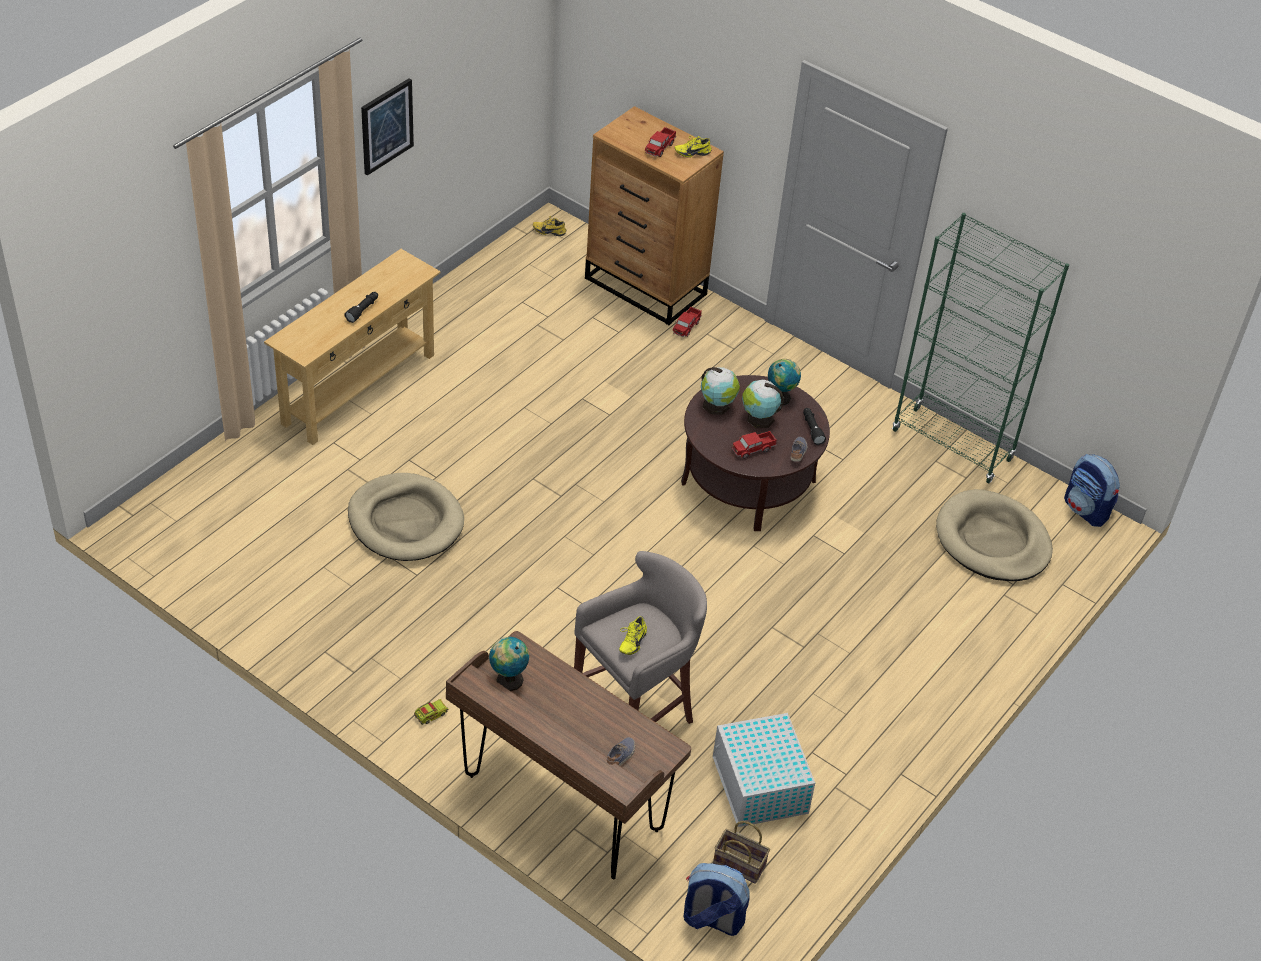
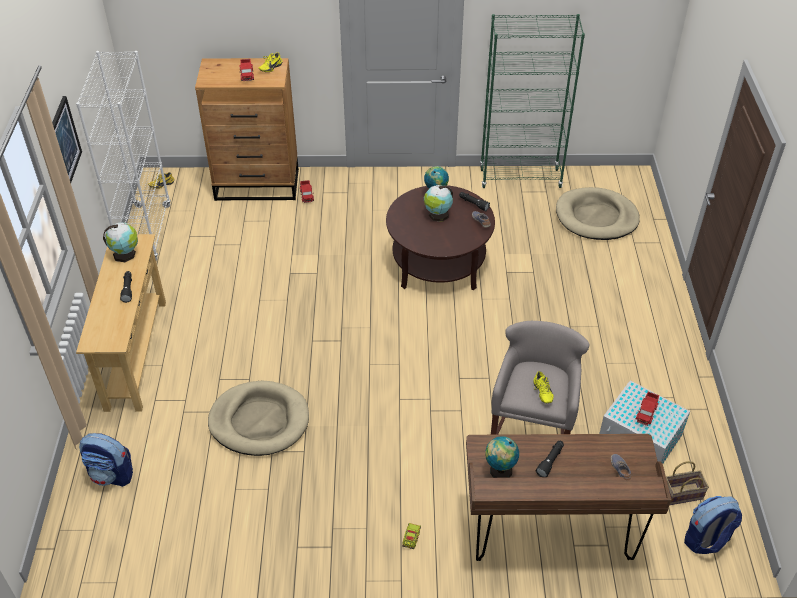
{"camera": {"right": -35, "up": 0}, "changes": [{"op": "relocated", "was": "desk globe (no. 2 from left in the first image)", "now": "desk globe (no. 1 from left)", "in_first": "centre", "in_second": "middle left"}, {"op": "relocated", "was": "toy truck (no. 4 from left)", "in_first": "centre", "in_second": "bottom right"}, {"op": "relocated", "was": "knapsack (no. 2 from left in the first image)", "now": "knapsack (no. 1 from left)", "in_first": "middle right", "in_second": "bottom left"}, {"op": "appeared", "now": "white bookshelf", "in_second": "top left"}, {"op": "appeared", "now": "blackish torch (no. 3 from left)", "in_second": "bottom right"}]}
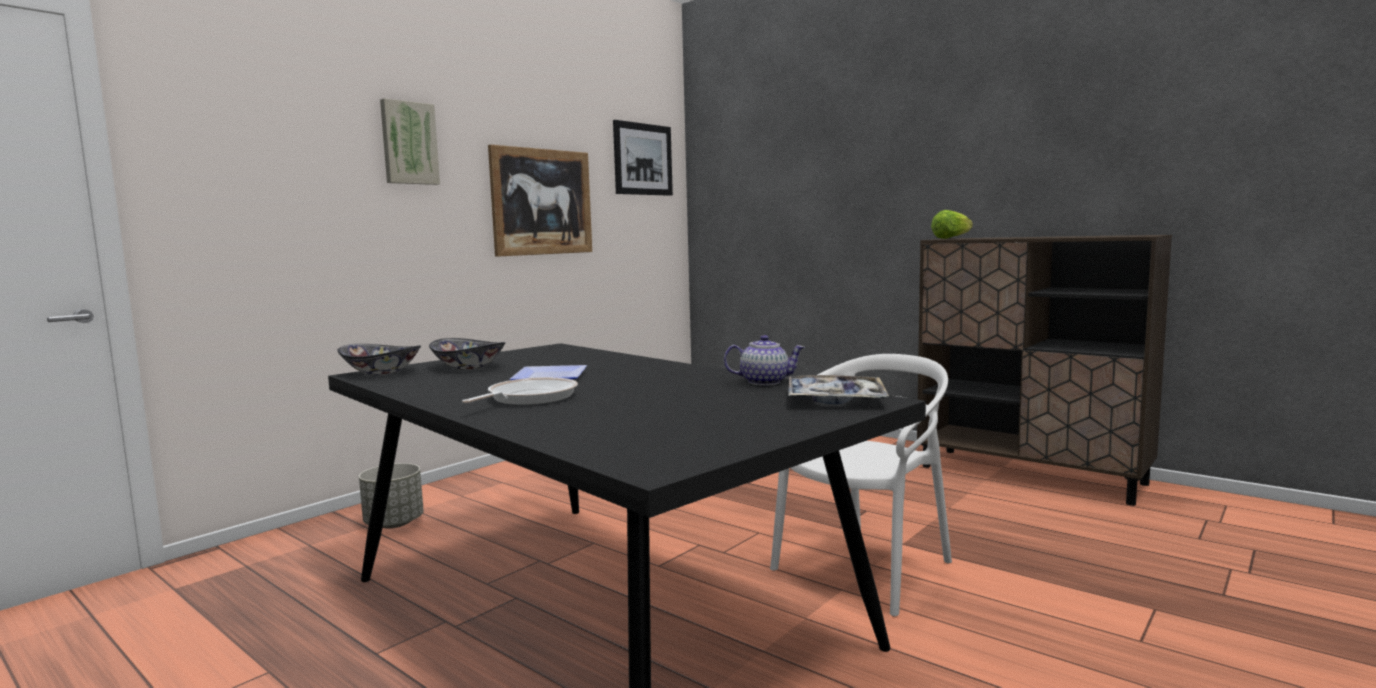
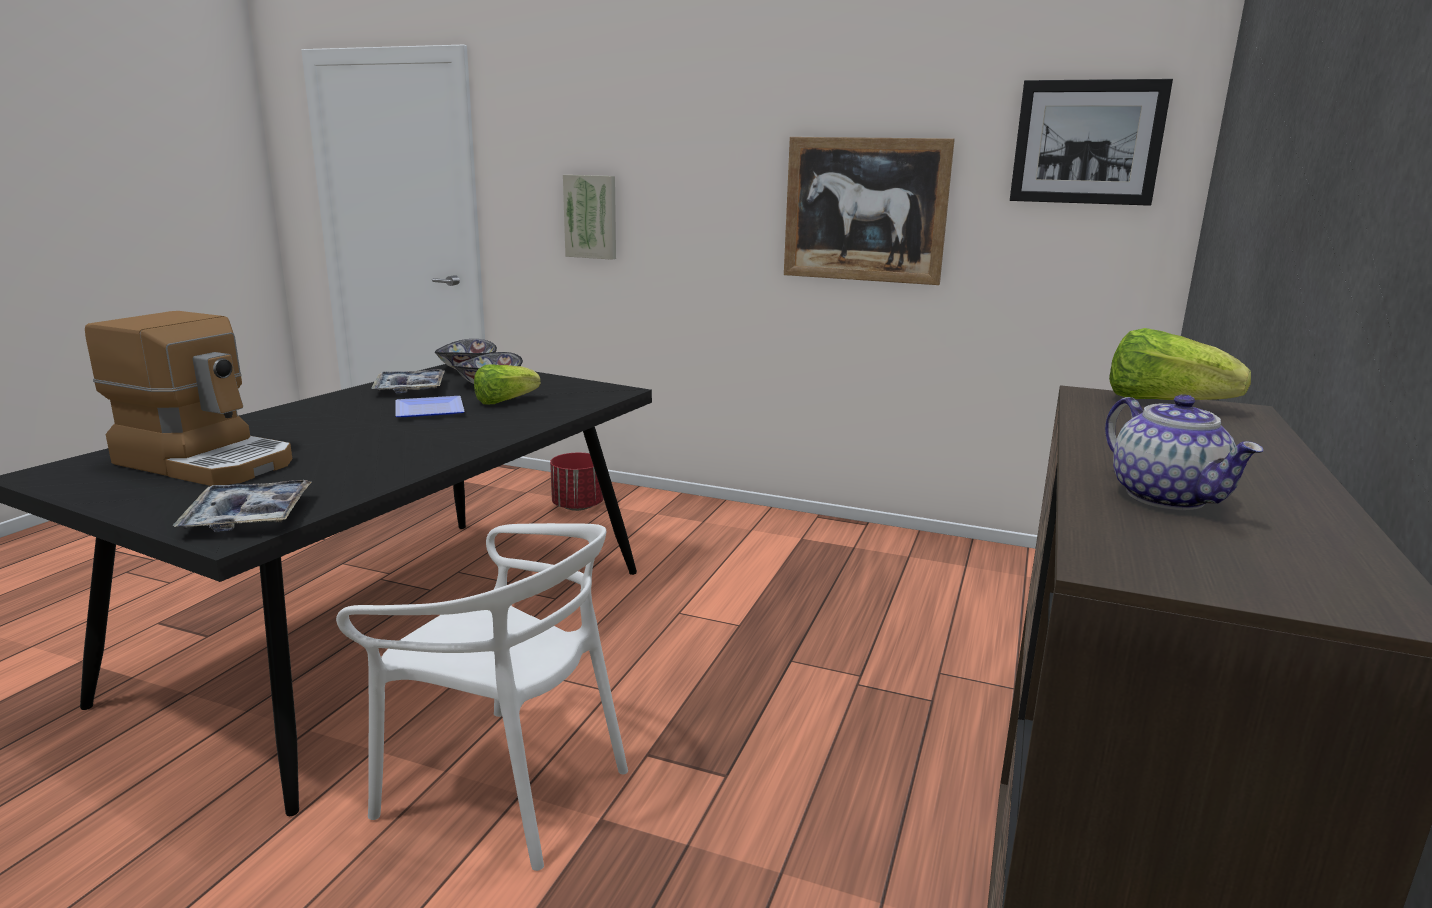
{"camera": {"right": 70, "up": 10}, "changes": [{"op": "colour", "was": "greyish plant pot", "now": "reddish plant pot", "in_first": "bottom left", "in_second": "centre"}, {"op": "relocated", "was": "wall art (no. 1 from left)", "in_first": "top left", "in_second": "top centre"}, {"op": "missing", "was": "skillet", "in_first": "centre"}, {"op": "relocated", "was": "teapot", "in_first": "centre", "in_second": "middle right"}, {"op": "appeared", "now": "coffee brewer", "in_second": "middle left"}, {"op": "appeared", "now": "tray (no. 2 from left)", "in_second": "middle left"}, {"op": "appeared", "now": "lettuce (no. 1 from left)", "in_second": "centre"}]}
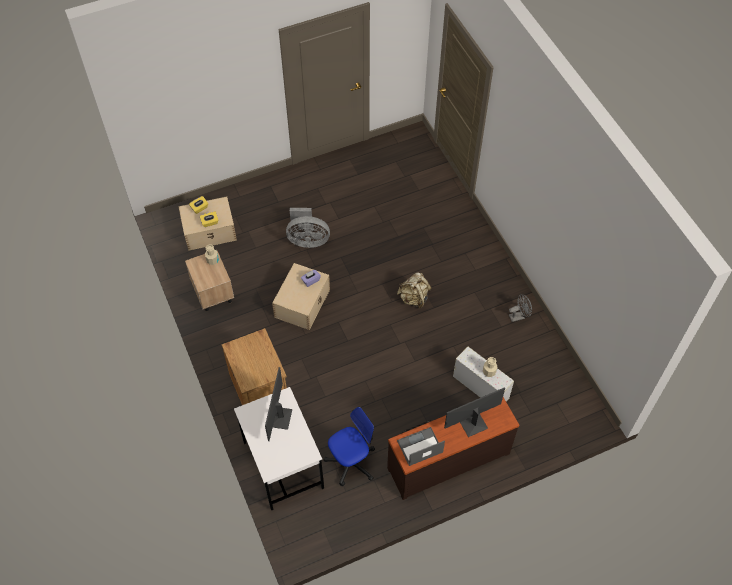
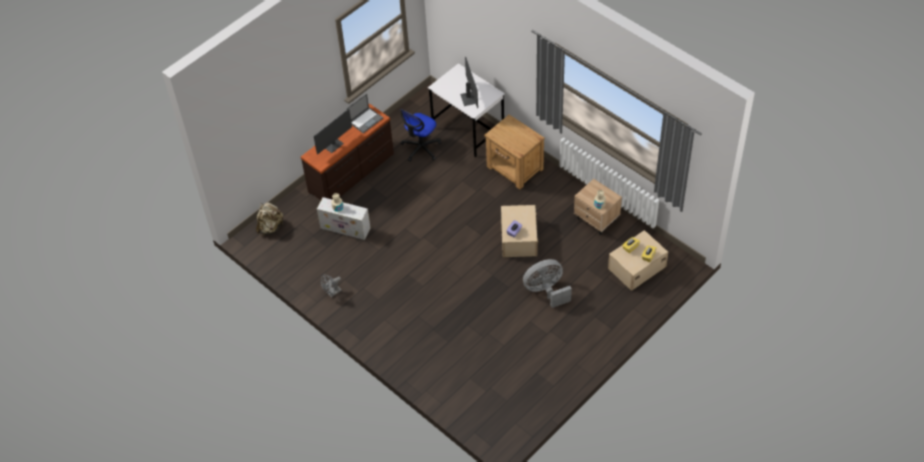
{"camera": {"right": 160, "up": -5}, "changes": [{"op": "relocated", "was": "beige-coloured knapsack", "in_first": "centre", "in_second": "middle left"}]}
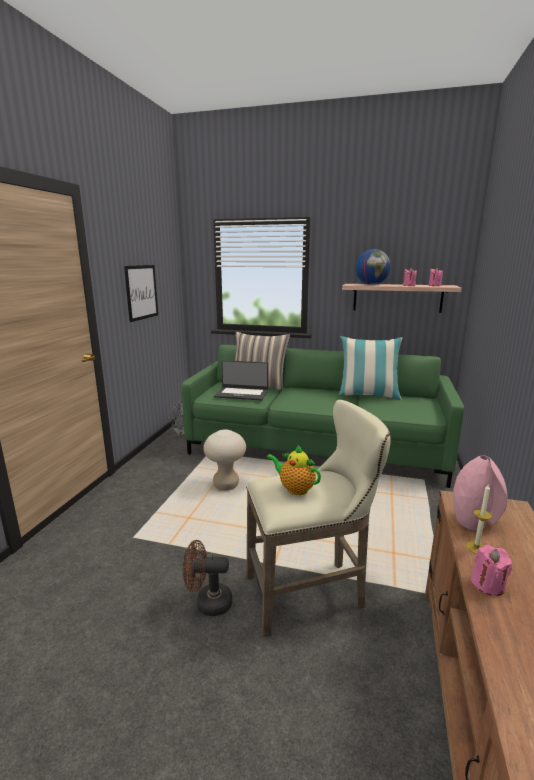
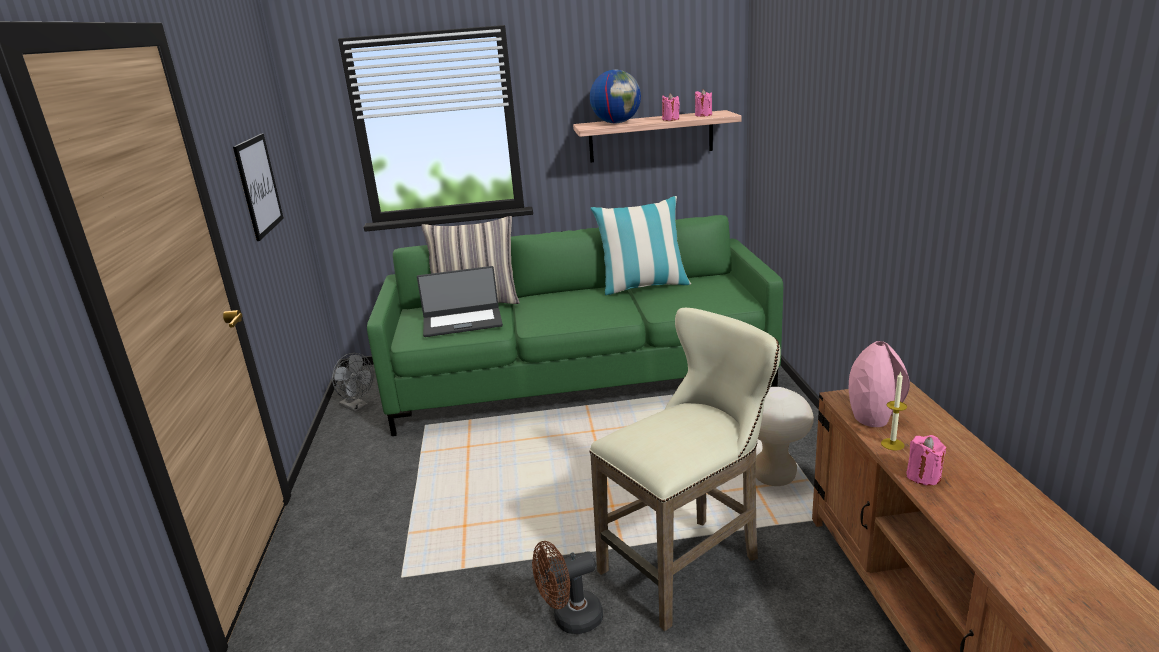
{"camera": {"right": -20, "up": 5}, "changes": [{"op": "relocated", "was": "beige-coloured stool seat (no. 1 from left in the first image)", "now": "beige-coloured stool seat (no. 2 from left)", "in_first": "centre", "in_second": "bottom right"}, {"op": "missing", "was": "teapot", "in_first": "centre"}]}
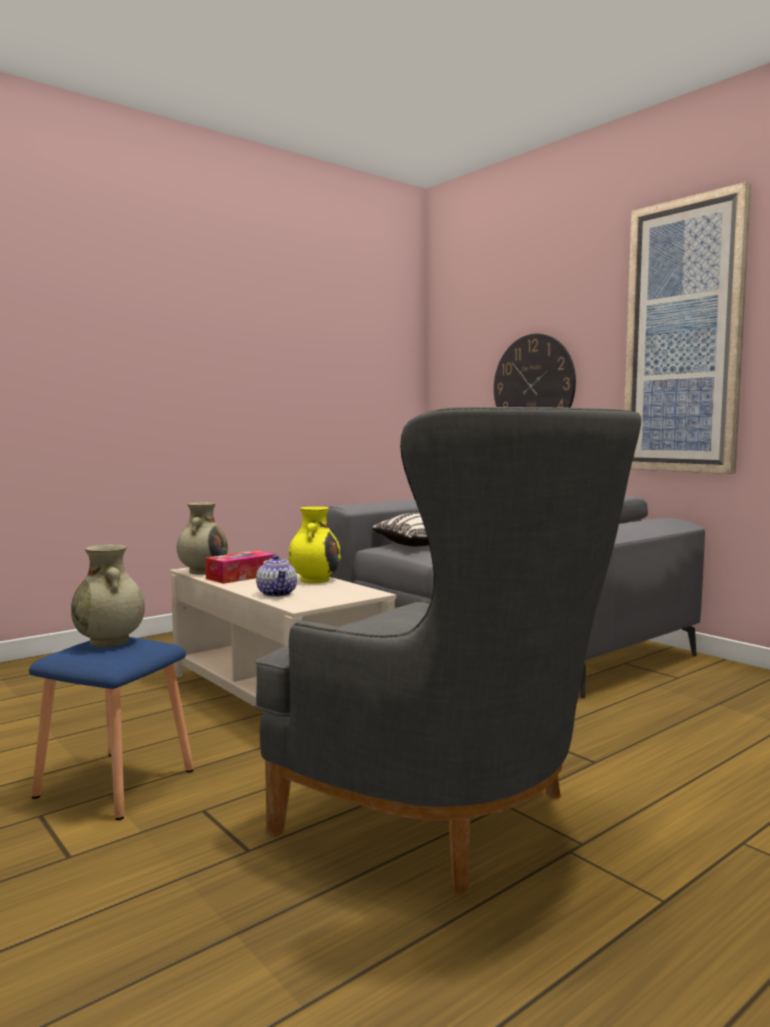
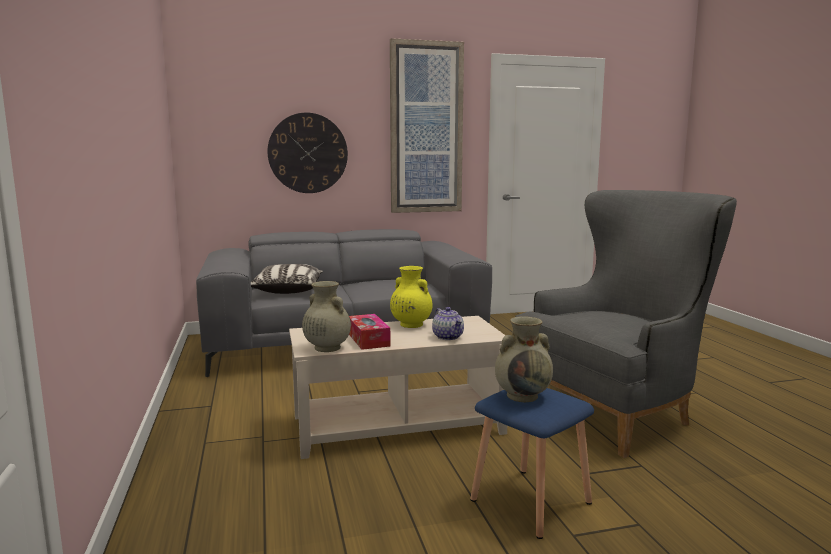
{"camera": {"right": -65, "up": 5}, "changes": [{"op": "spun", "was": "teapot", "in_first": "centre", "in_second": "centre", "clockwise": 60}]}
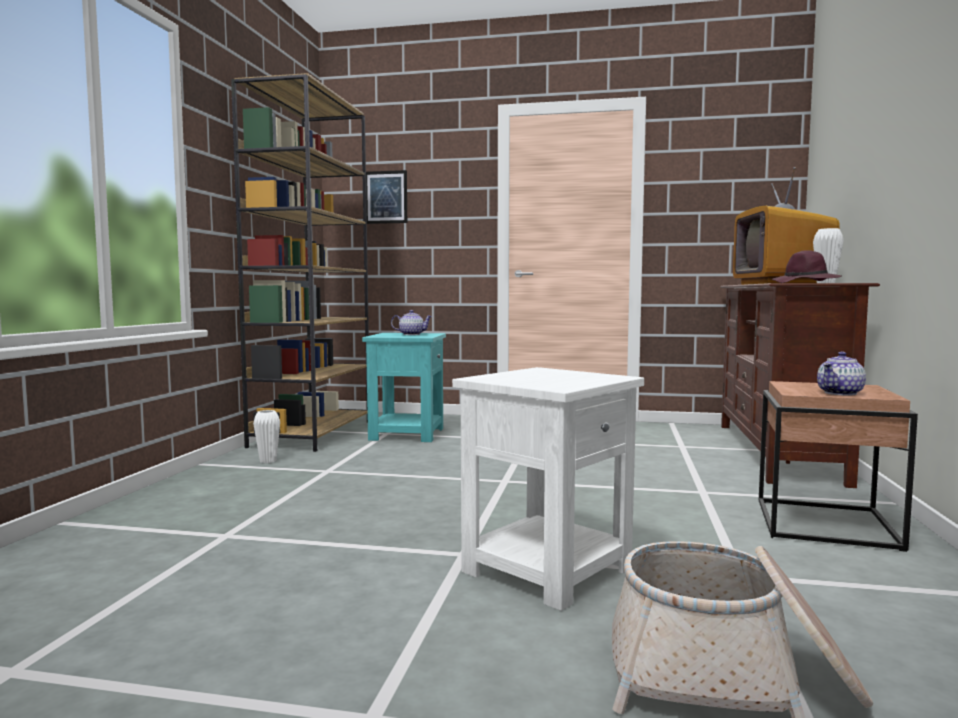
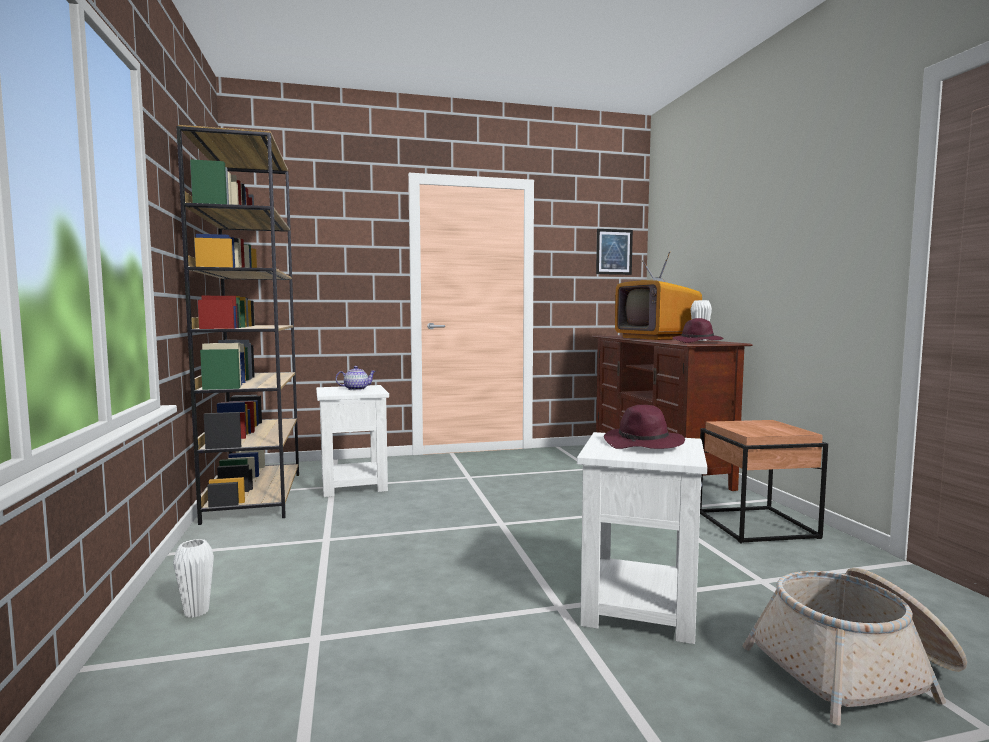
{"camera": {"right": -25, "up": 0}, "changes": [{"op": "relocated", "was": "white vase (no. 1 from left)", "in_first": "middle left", "in_second": "bottom left"}, {"op": "colour", "was": "turquoise-coloured accent table", "now": "white accent table (no. 1 from left)", "in_first": "centre", "in_second": "centre"}, {"op": "relocated", "was": "wall art", "in_first": "top centre", "in_second": "centre"}, {"op": "missing", "was": "teapot (no. 2 from left)", "in_first": "middle right"}, {"op": "appeared", "now": "purplish hat (no. 1 from left)", "in_second": "centre"}]}
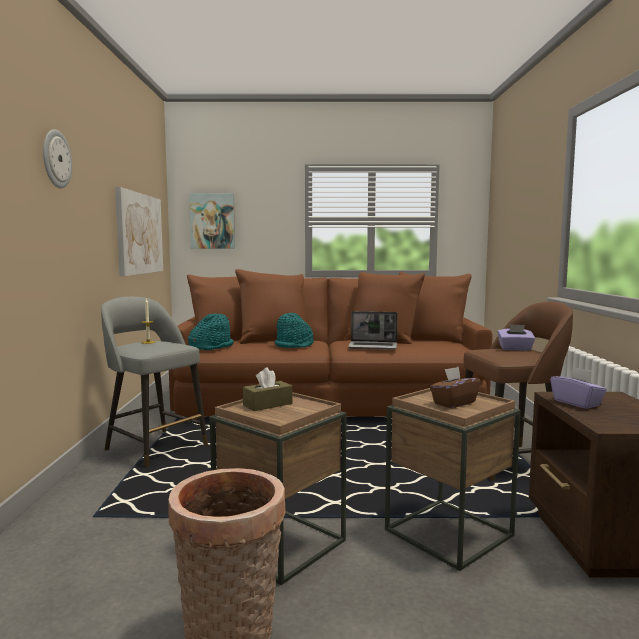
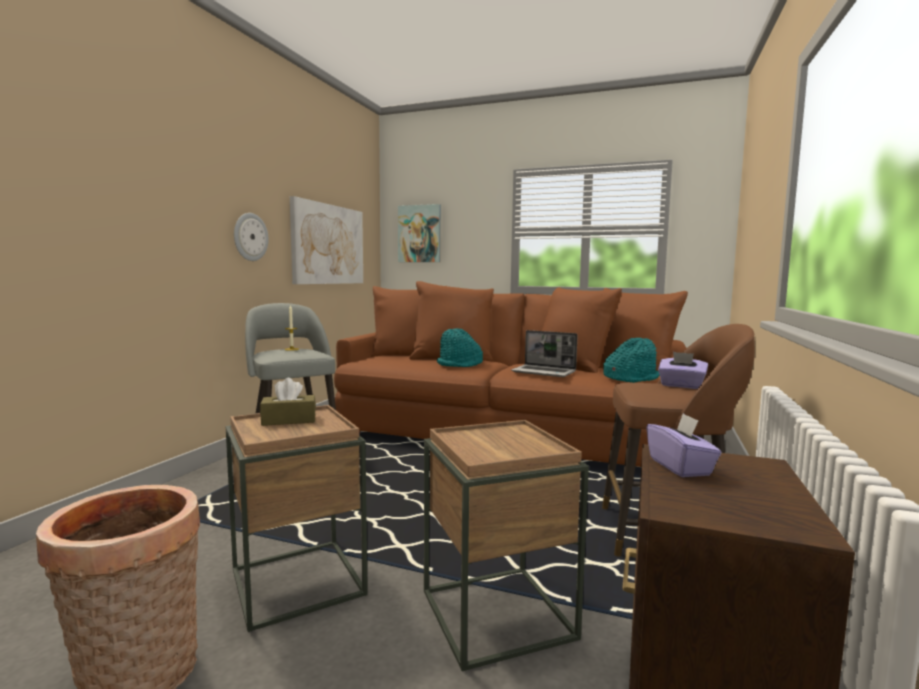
{"camera": {"right": 20, "up": 0}, "changes": [{"op": "relocated", "was": "clock on the wall", "in_first": "top left", "in_second": "middle left"}, {"op": "relocated", "was": "turquoise-coloured hat (no. 1 from left in the first image)", "now": "turquoise-coloured hat (no. 2 from left)", "in_first": "middle left", "in_second": "middle right"}, {"op": "missing", "was": "brownish box of tissues (no. 2 from left)", "in_first": "middle right"}]}
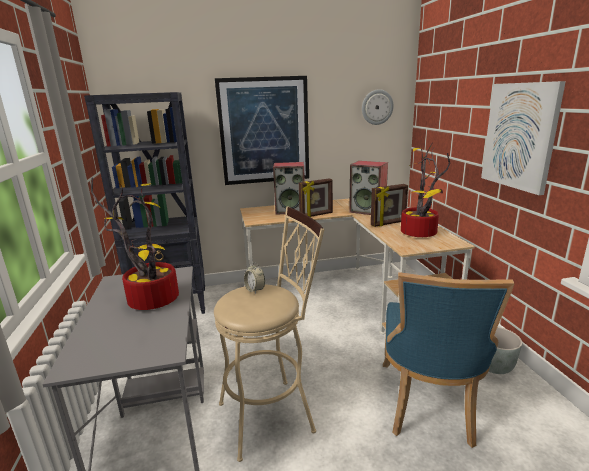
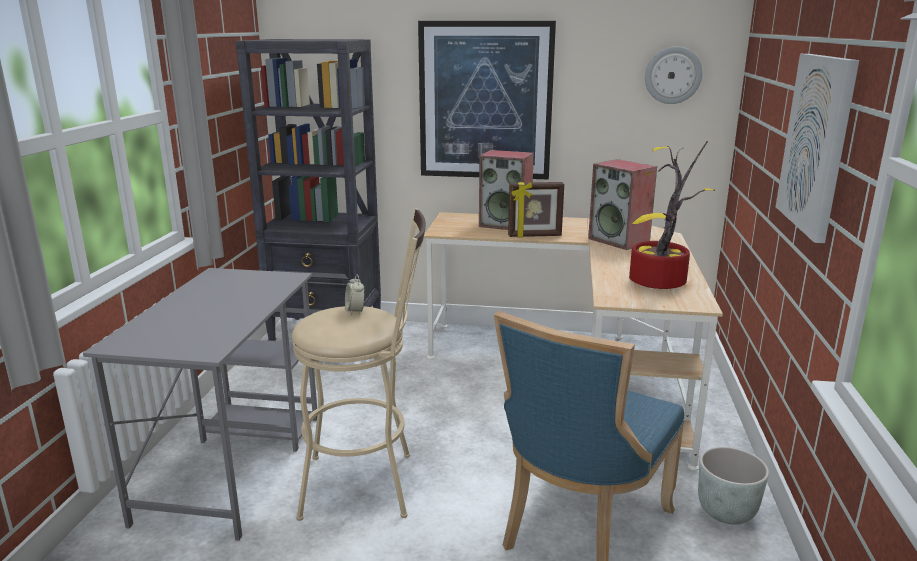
{"camera": {"right": 20, "up": 0}, "changes": [{"op": "missing", "was": "plant in a pot (no. 1 from left)", "in_first": "middle left"}, {"op": "missing", "was": "standing frame (no. 2 from left)", "in_first": "centre"}]}
